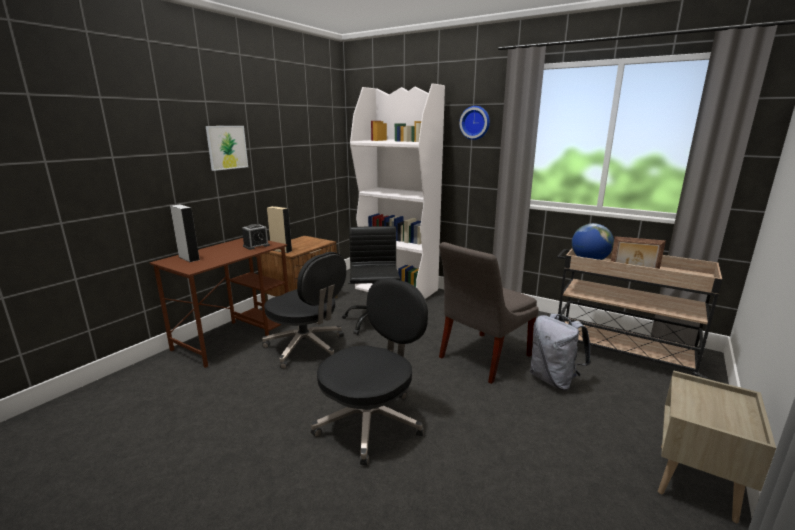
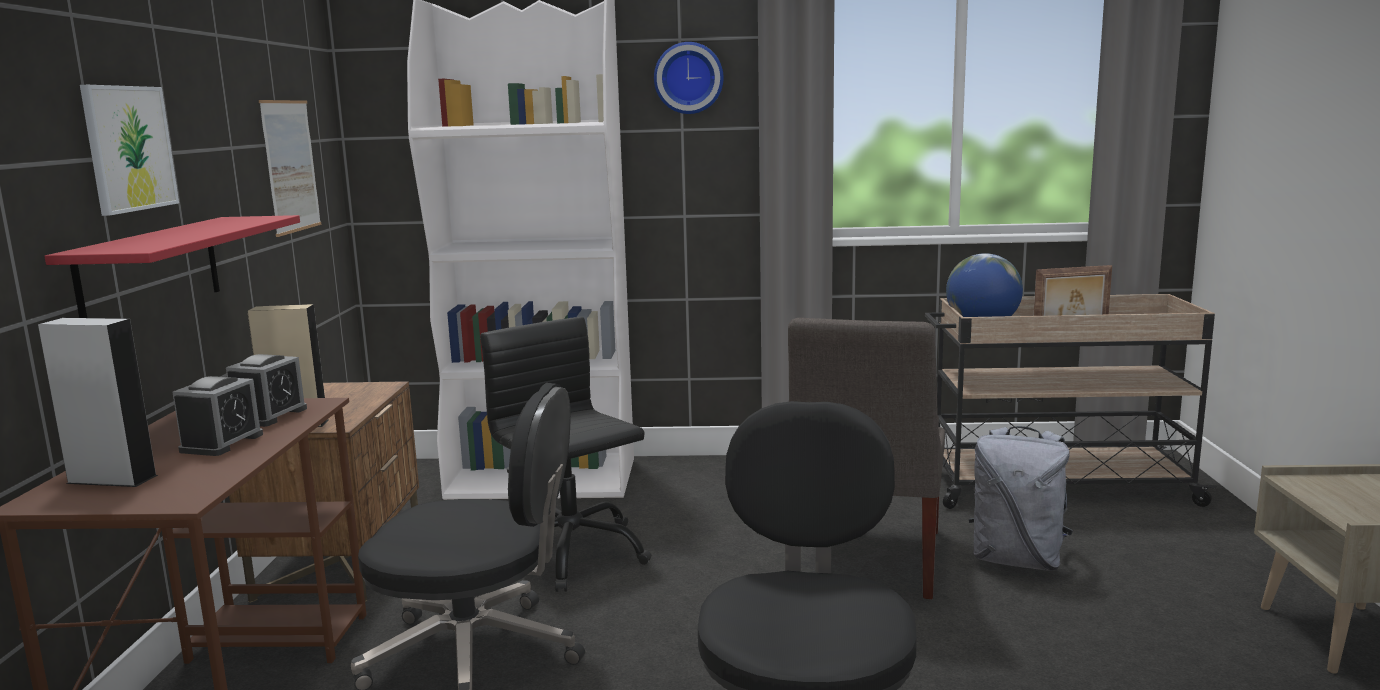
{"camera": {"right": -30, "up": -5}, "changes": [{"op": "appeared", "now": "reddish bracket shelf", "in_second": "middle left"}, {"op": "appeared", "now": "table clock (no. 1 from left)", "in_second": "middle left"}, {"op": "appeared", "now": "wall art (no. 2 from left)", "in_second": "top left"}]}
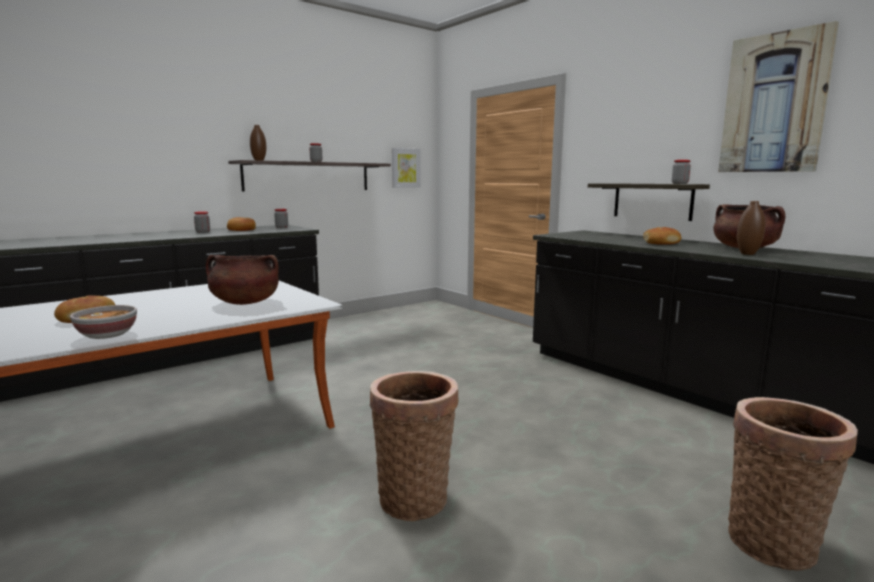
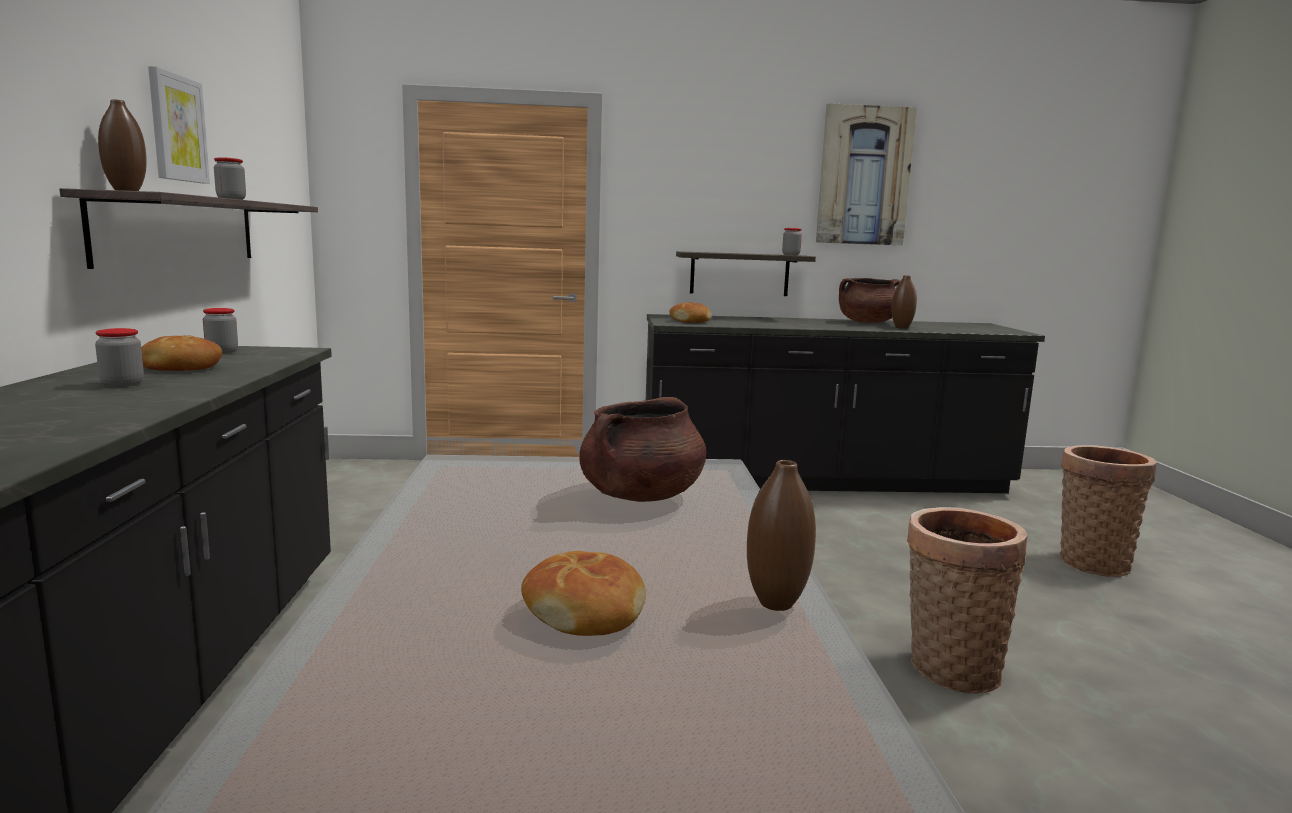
{"camera": {"right": -55, "up": 0}, "changes": [{"op": "exchanged", "was": "bowl", "now": "brownish vase (no. 2 from left)", "in_first": "middle left", "in_second": "centre"}, {"op": "relocated", "was": "wall art (no. 1 from left)", "in_first": "top centre", "in_second": "top left"}, {"op": "relocated", "was": "bakery bread (no. 3 from left)", "in_first": "middle right", "in_second": "centre"}]}
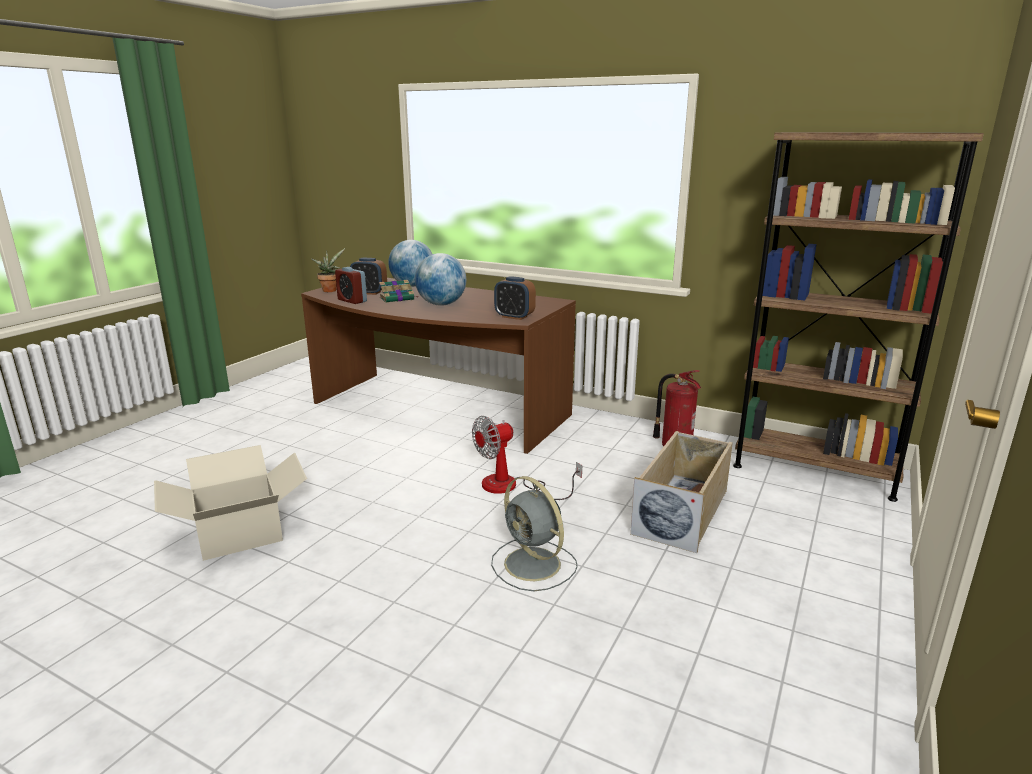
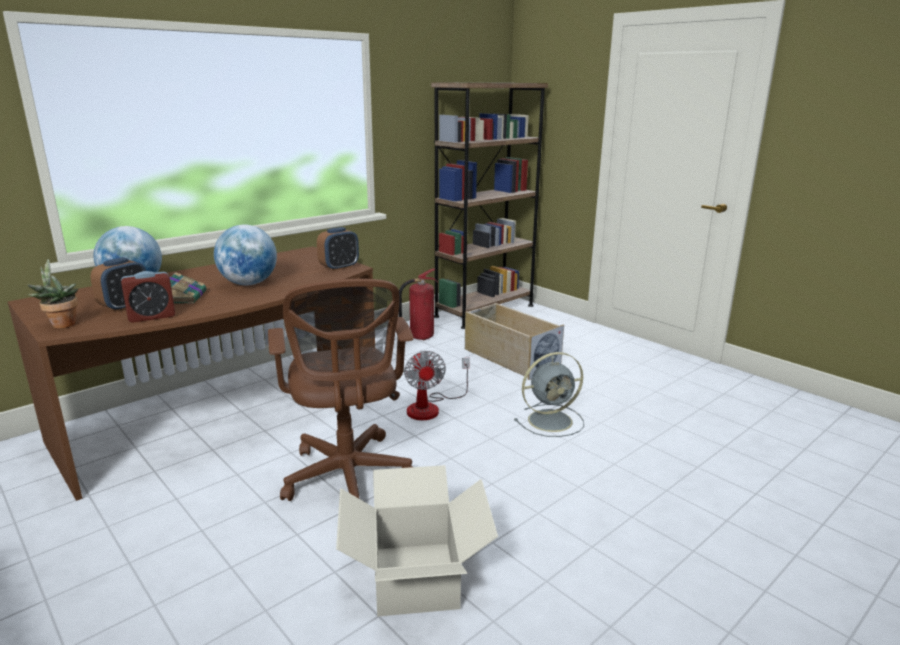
{"camera": {"right": -70, "up": 0}, "changes": [{"op": "appeared", "now": "brownish office chair", "in_second": "centre"}]}
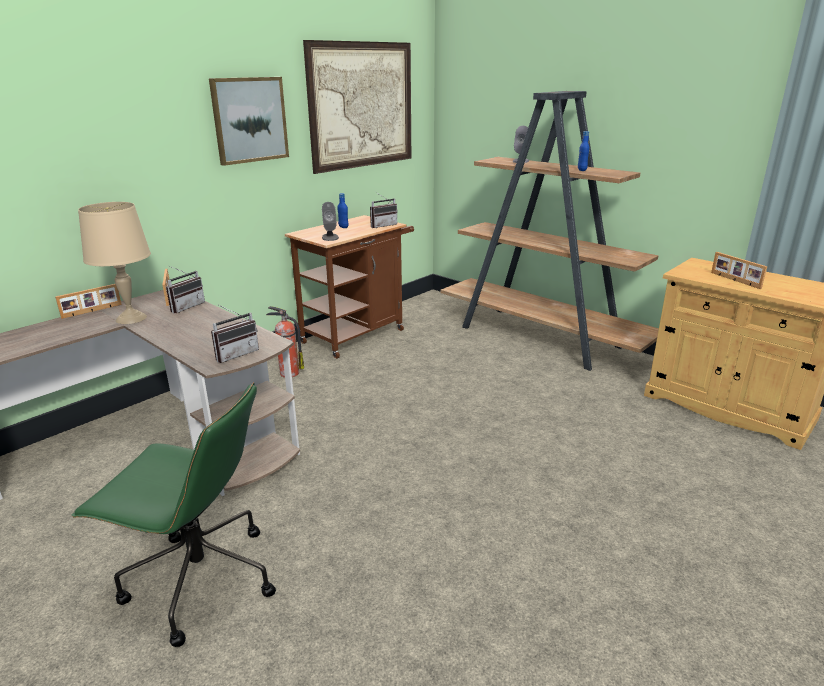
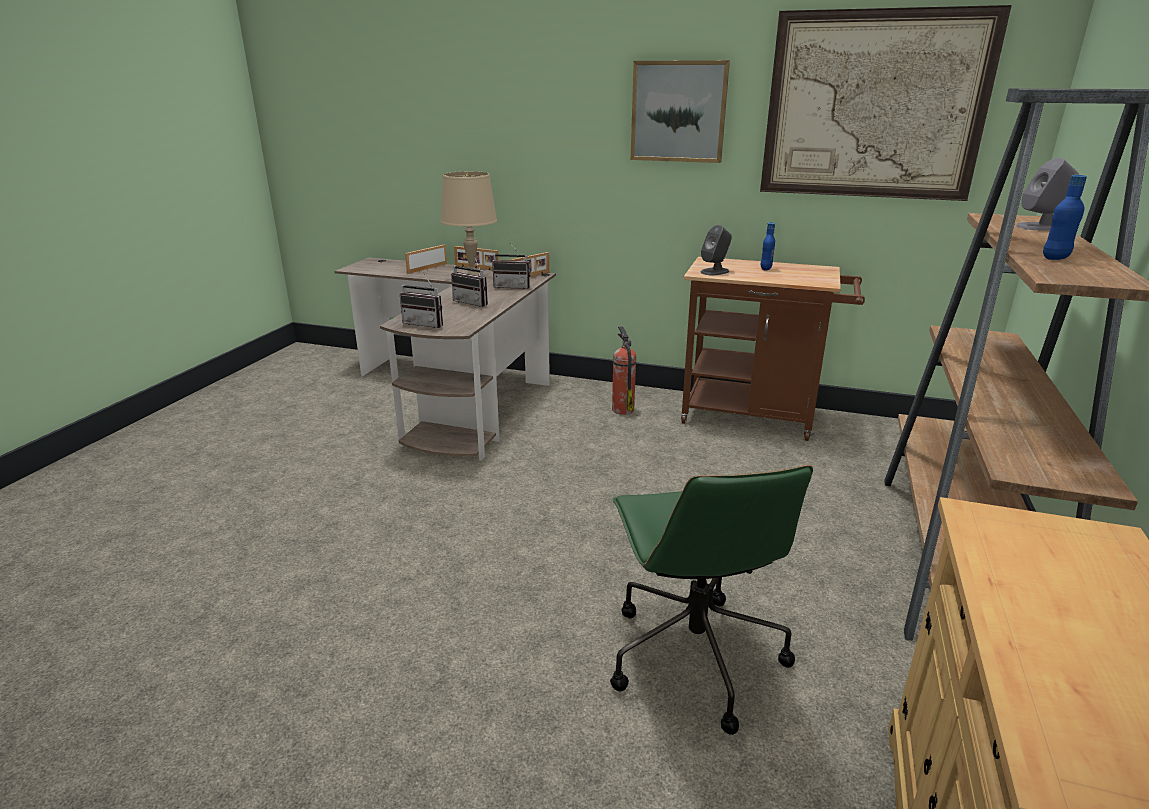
{"camera": {"right": 65, "up": 0}, "changes": [{"op": "relocated", "was": "greenish office chair", "in_first": "bottom left", "in_second": "bottom centre"}, {"op": "relocated", "was": "radio set (no. 3 from left in the first image)", "now": "radio set (no. 2 from left)", "in_first": "top centre", "in_second": "centre"}, {"op": "relocated", "was": "standing frame (no. 3 from left in the first image)", "now": "standing frame (no. 1 from left)", "in_first": "middle right", "in_second": "top centre"}]}
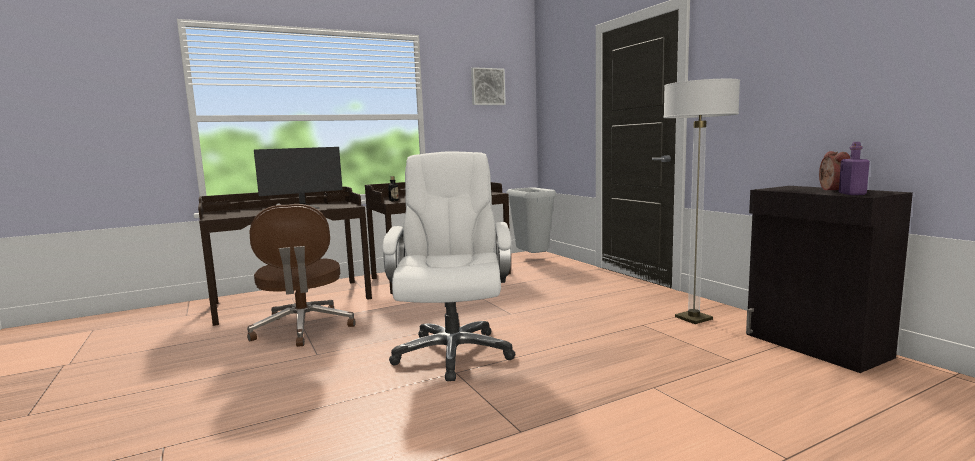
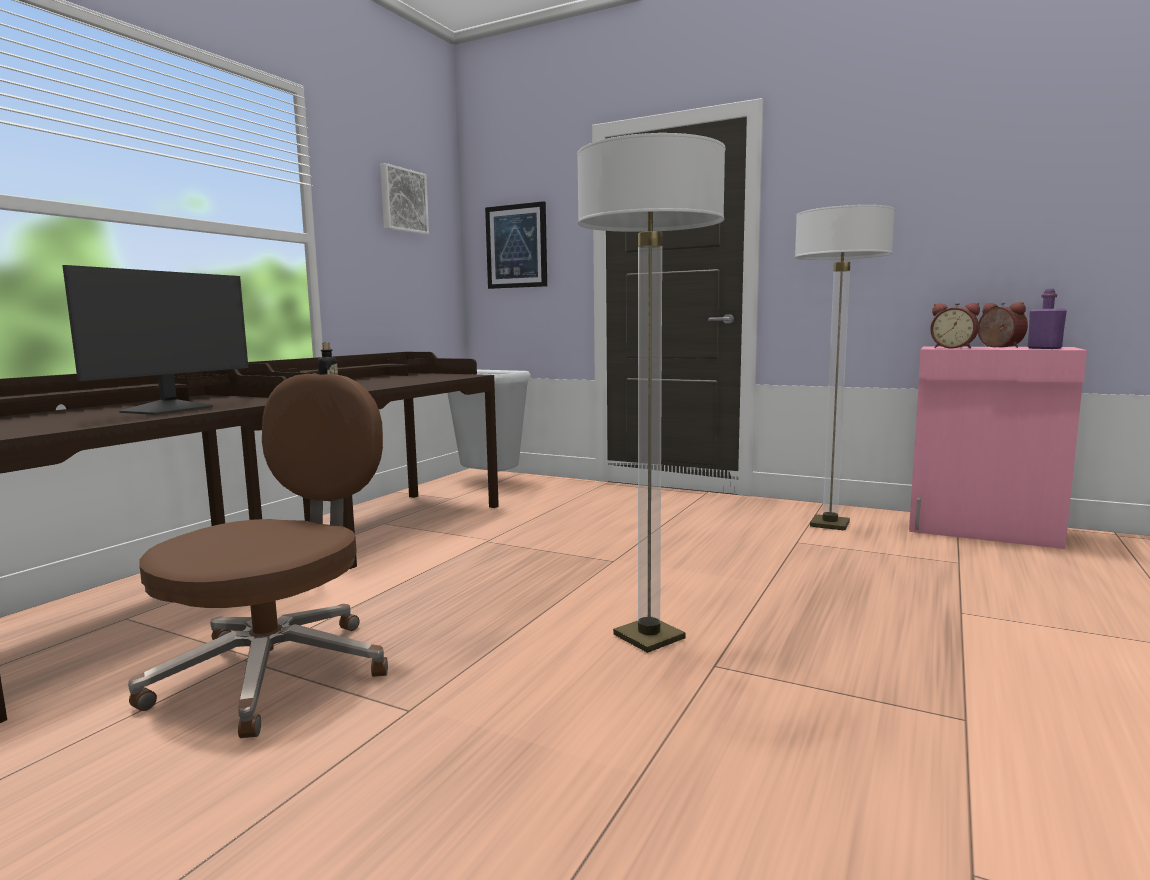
{"camera": {"right": -35, "up": 0}, "changes": [{"op": "spun", "was": "brownish office chair", "in_first": "middle left", "in_second": "middle left", "clockwise": -105}, {"op": "exchanged", "was": "white office chair", "now": "floor lamp (no. 1 from left)", "in_first": "centre", "in_second": "centre"}, {"op": "colour", "was": "blackish storage cabinet", "now": "pink storage cabinet", "in_first": "middle right", "in_second": "middle right"}, {"op": "appeared", "now": "wall art (no. 2 from left)", "in_second": "top centre"}, {"op": "appeared", "now": "table clock (no. 1 from left)", "in_second": "middle right"}]}
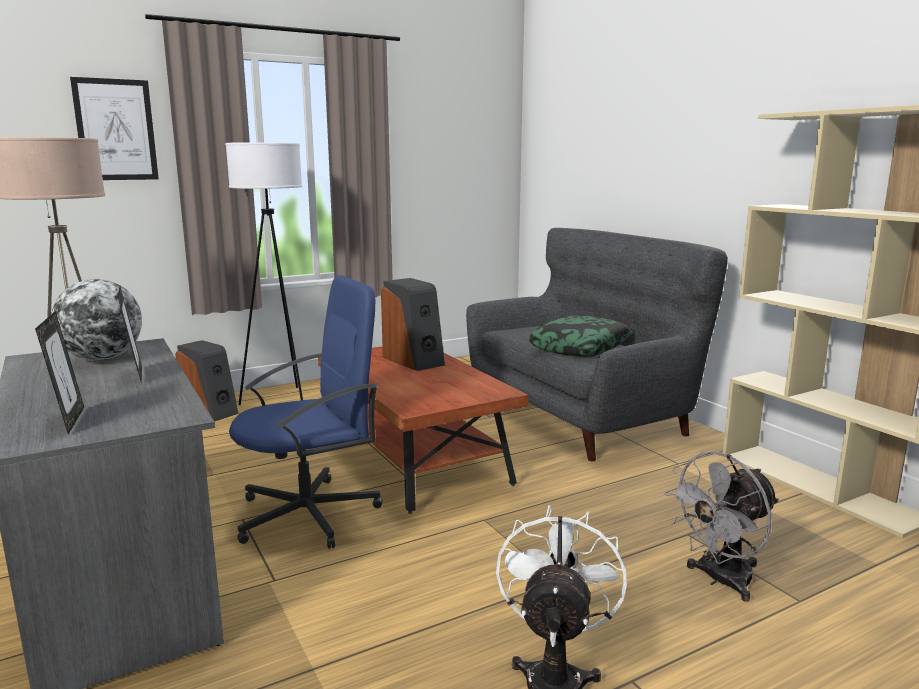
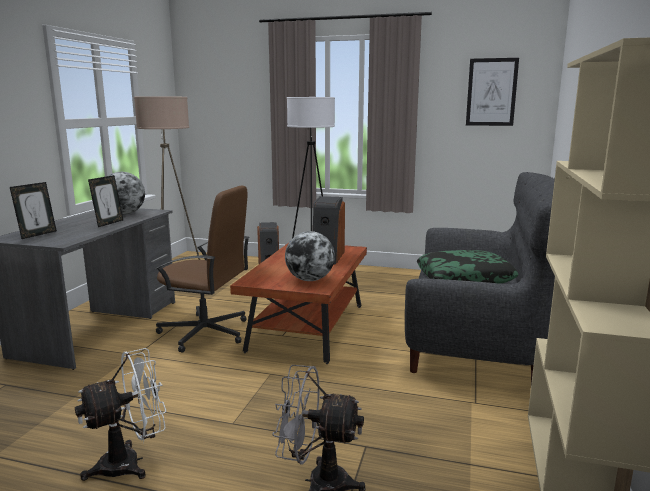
{"camera": {"right": 45, "up": 0}, "changes": [{"op": "relocated", "was": "wall art", "in_first": "top left", "in_second": "top right"}, {"op": "colour", "was": "bluish office chair", "now": "brownish office chair", "in_first": "middle left", "in_second": "middle left"}, {"op": "appeared", "now": "desk globe (no. 2 from left)", "in_second": "centre"}]}
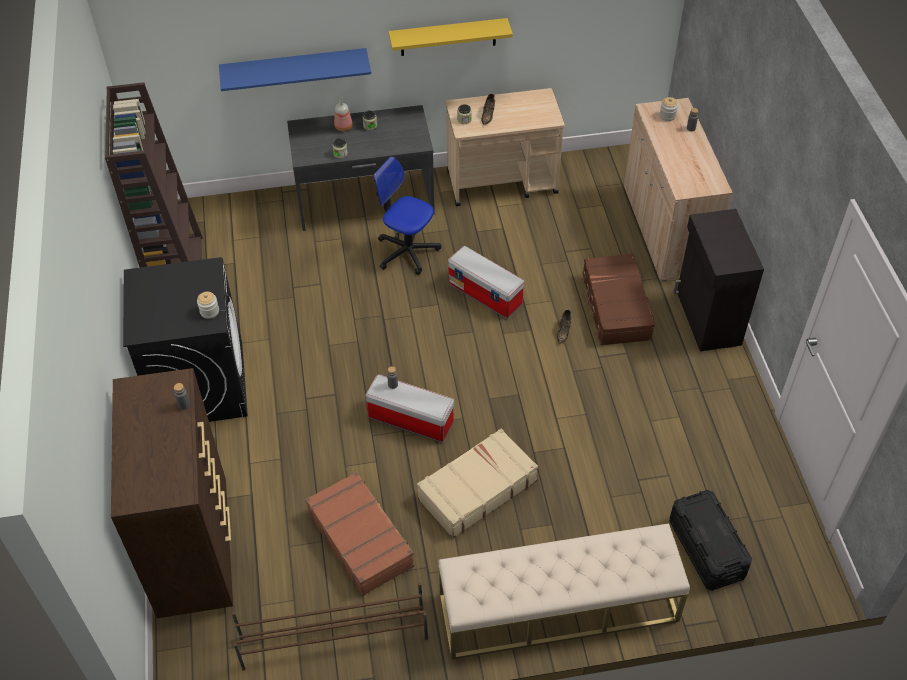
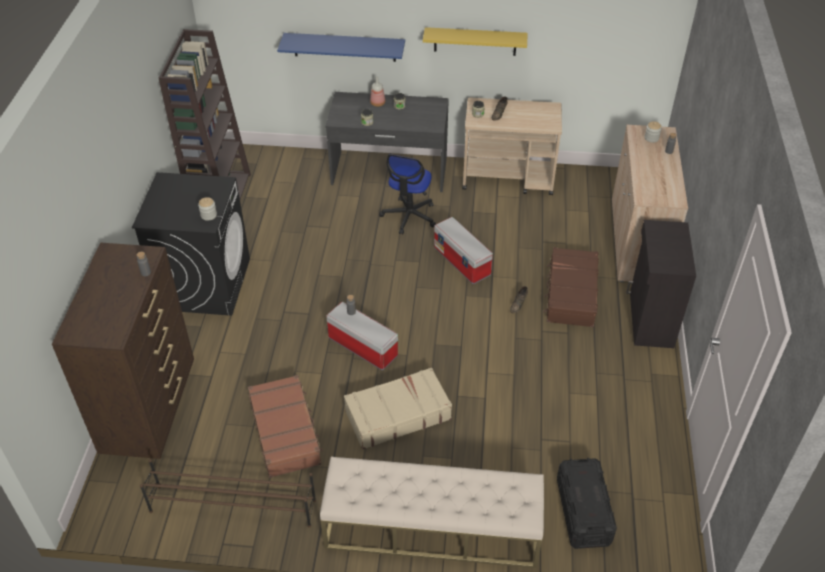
{"camera": {"right": 15, "up": -5}, "changes": [{"op": "spun", "was": "office chair", "in_first": "top centre", "in_second": "centre", "clockwise": -120}]}
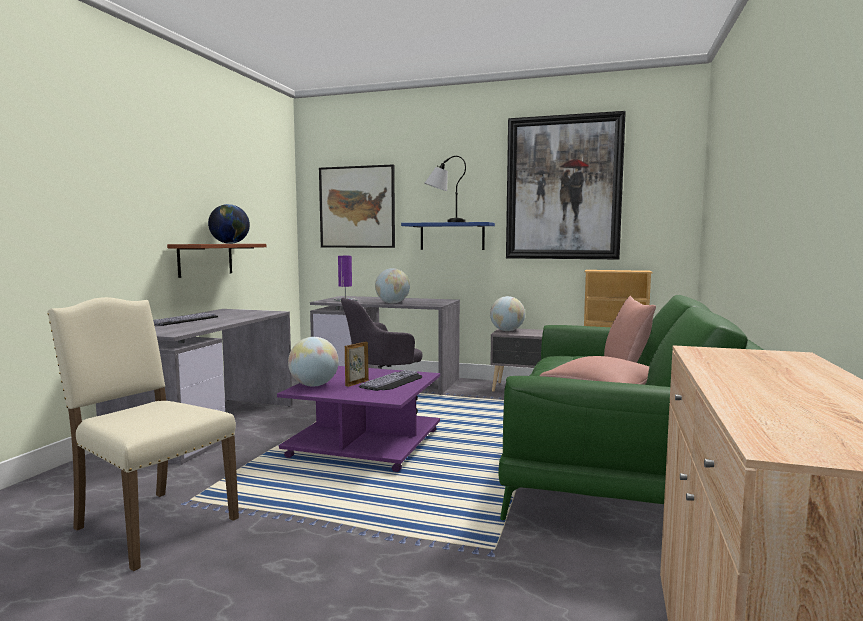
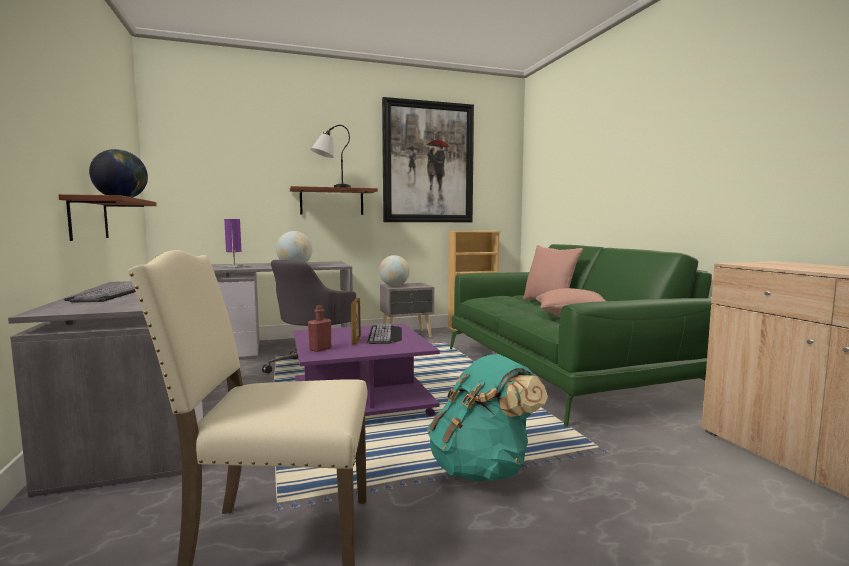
{"camera": {"right": -35, "up": 0}, "changes": [{"op": "exchanged", "was": "desk globe (no. 2 from left)", "now": "reddish bottle", "in_first": "centre", "in_second": "centre"}, {"op": "missing", "was": "wall art (no. 1 from left)", "in_first": "top centre"}, {"op": "colour", "was": "bluish bracket shelf", "now": "brownish bracket shelf (no. 2 from left)", "in_first": "centre", "in_second": "centre"}, {"op": "appeared", "now": "turquoise-coloured knapsack", "in_second": "bottom centre"}]}
